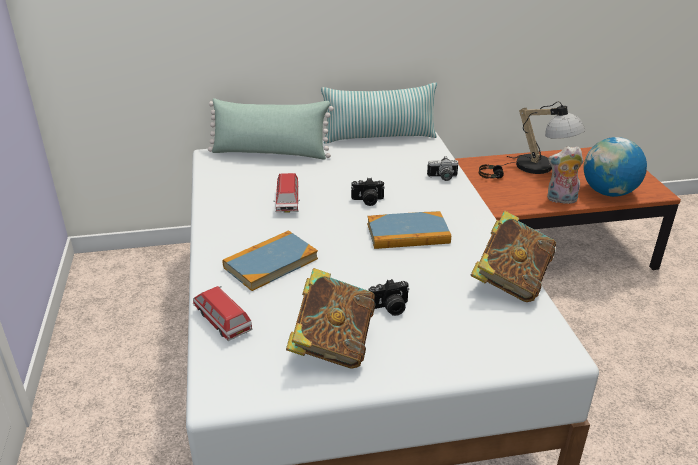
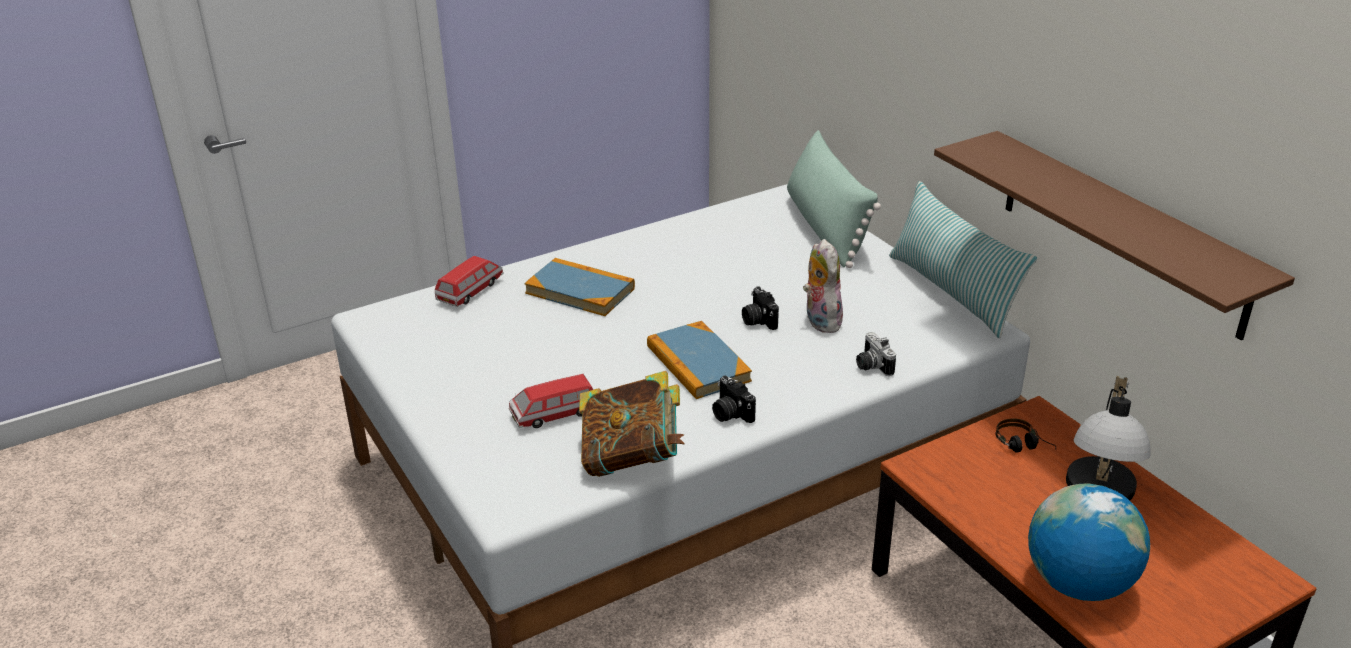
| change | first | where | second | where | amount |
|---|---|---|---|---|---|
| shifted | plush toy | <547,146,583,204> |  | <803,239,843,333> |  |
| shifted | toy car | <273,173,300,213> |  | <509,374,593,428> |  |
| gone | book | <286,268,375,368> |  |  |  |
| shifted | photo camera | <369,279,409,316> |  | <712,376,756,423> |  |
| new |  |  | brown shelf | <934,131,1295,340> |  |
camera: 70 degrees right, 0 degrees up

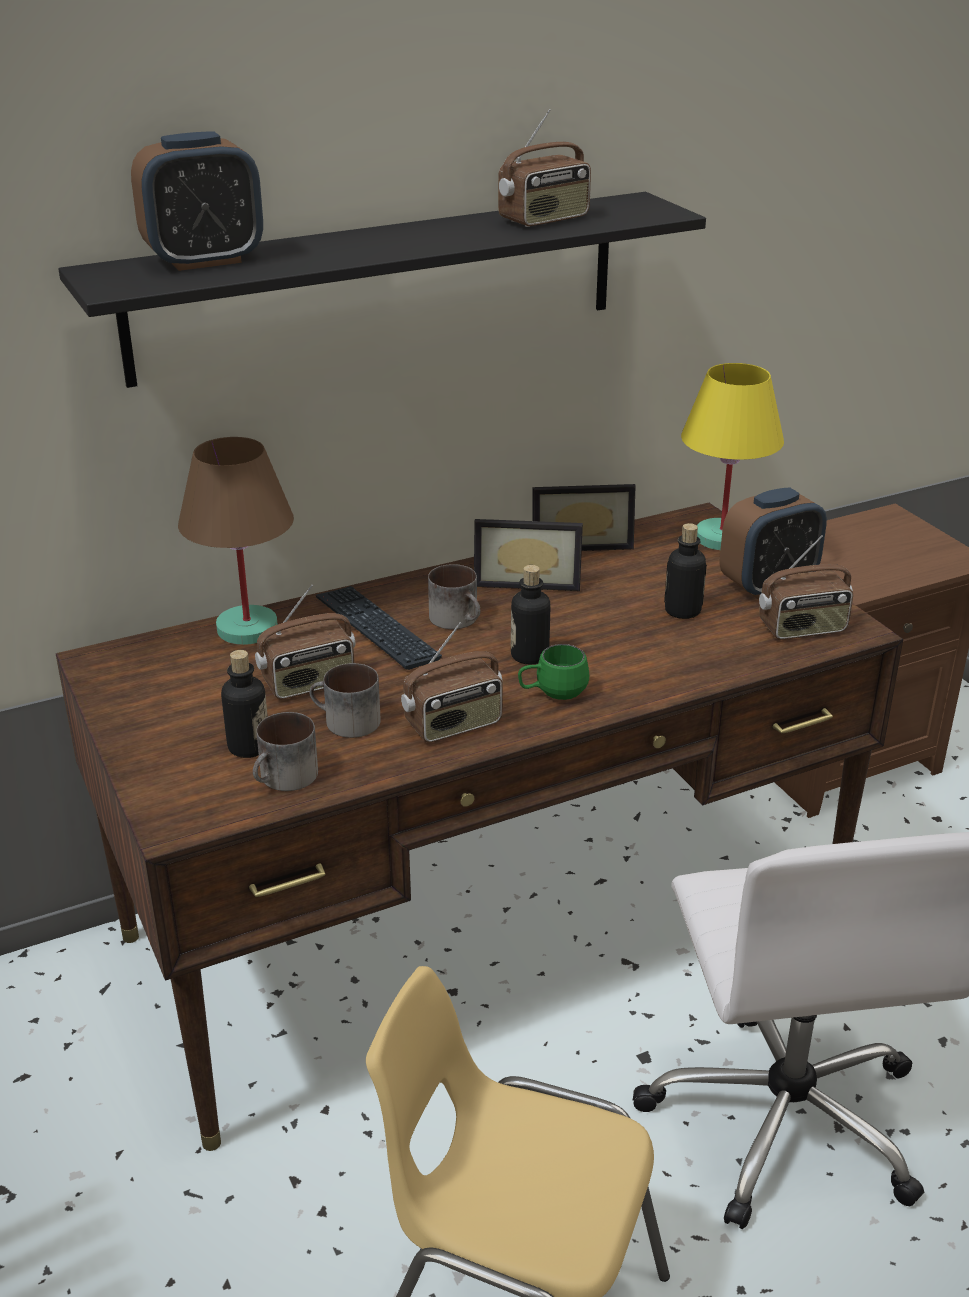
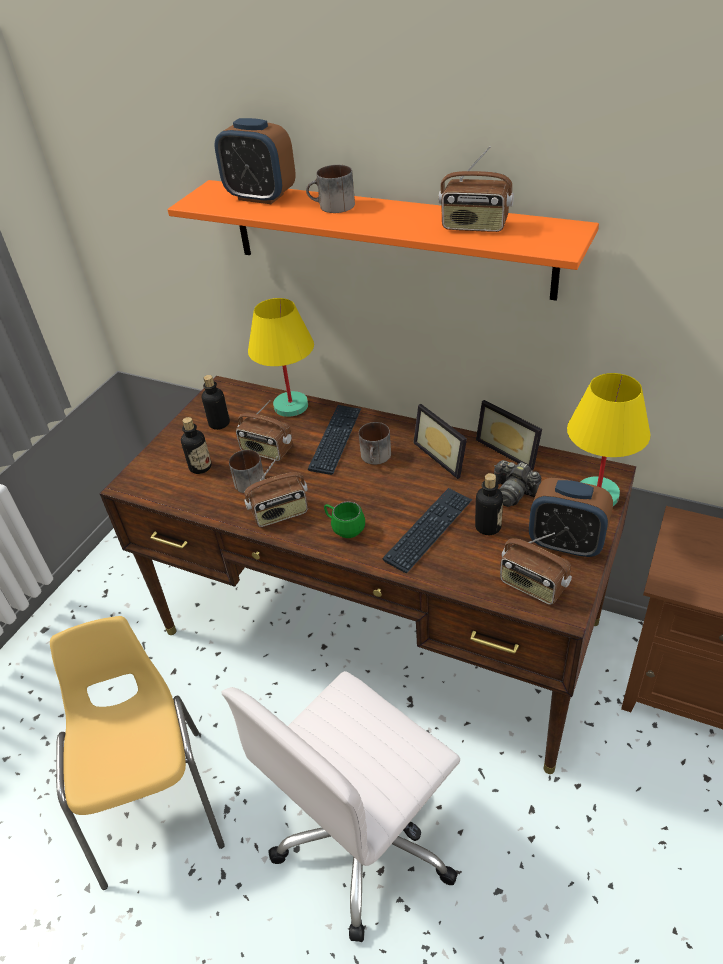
| change | first | where | second | where | amount |
|---|---|---|---|---|---|
| repainted | black shelf | <58,192,706,388> | orange shelf | <167,180,599,301> |  |
| repainted | brown table lamp | <178,437,294,645> | yellow table lamp | <248,298,314,417> |  |
| shifted | bottle | <511,565,551,665> |  | <202,375,230,430> |  |
| rotated | radio | <401,622,503,743> |  | <244,456,308,527> | 45 degrees counterclockwise |
| shifted | mug | <253,712,318,791> |  | <306,165,355,213> |  |
| new |  |  | photo camera | <494,460,541,507> |  |
| new |  |  | keyboard | <382,488,472,573> |  |
camera: 55 degrees right, 10 degrees up

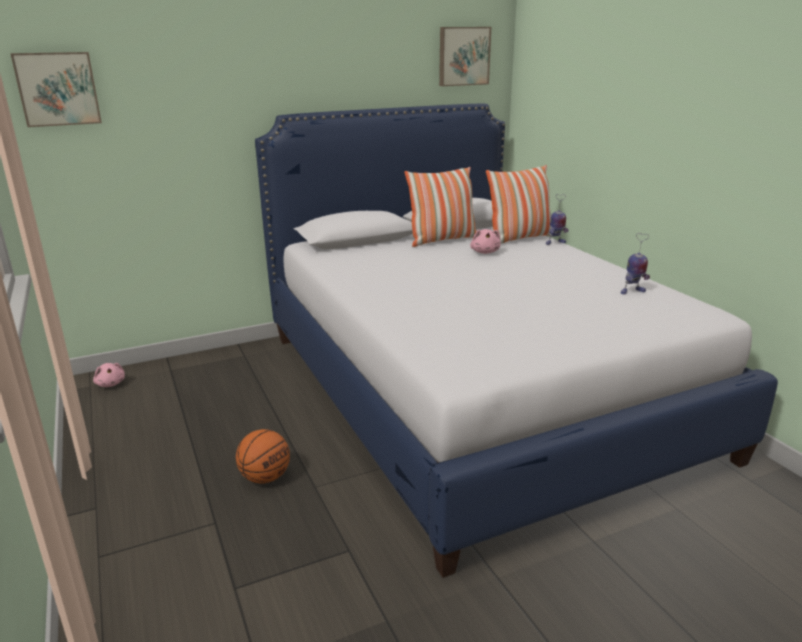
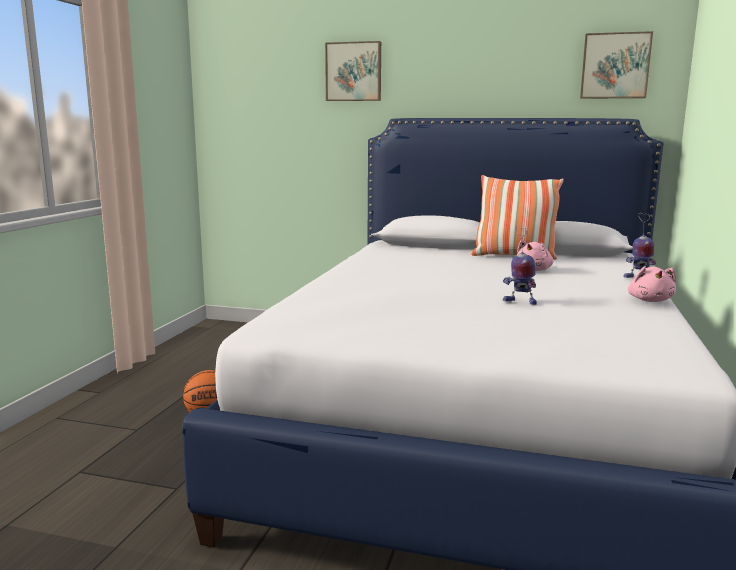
| change | first | where | second | where | amount |
|---|---|---|---|---|---|
| shifted | picture | <11,52,102,127> |  | <325,41,381,101> |  |
| gone | pillow | <486,165,551,244> |  |  |  |
| shifted | toy robot | <621,233,650,295> |  | <503,226,537,305> |  |
| shifted | pink plush toy | <93,363,125,387> |  | <628,266,676,302> |  |
camera: 40 degrees right, 10 degrees down

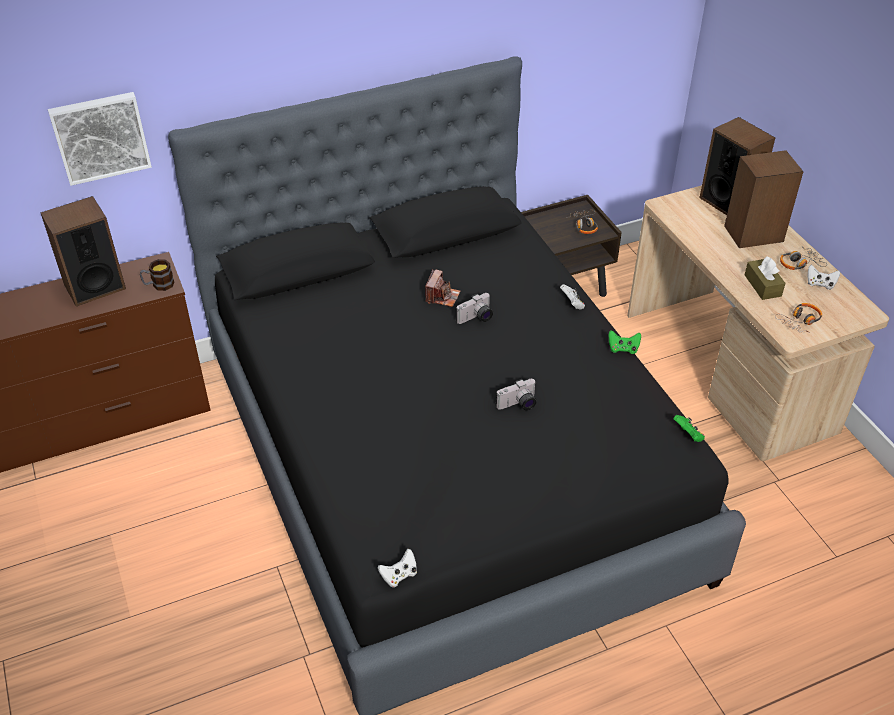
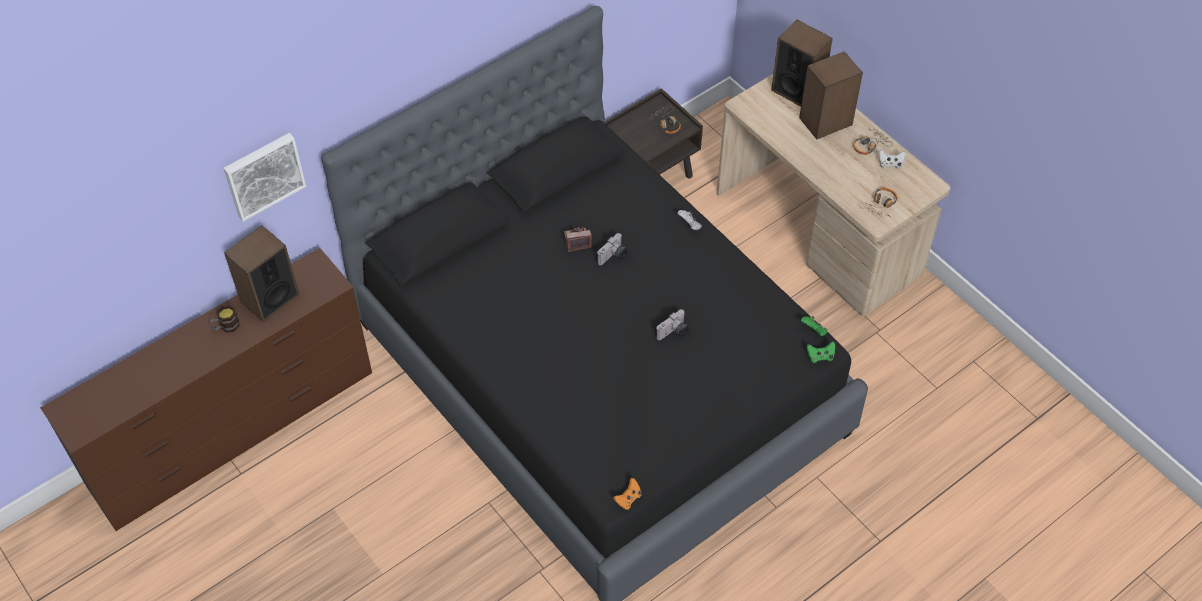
| change | first | where | second | where | amount |
|---|---|---|---|---|---|
| gone | brown tissue box | <745,256,785,300> |  |  |  |
| shifted | mug | <140,259,174,291> |  | <209,304,239,333> |  |
| rotated | photo camera | <425,269,461,307> |  | <564,226,592,252> | 105 degrees counterclockwise |
| shifted | green game controller | <608,331,641,354> |  | <807,341,835,363> |  |
| repainted | white game controller | <378,549,417,587> | orange game controller | <613,478,642,510> |  |
camera: 15 degrees left, 10 degrees up

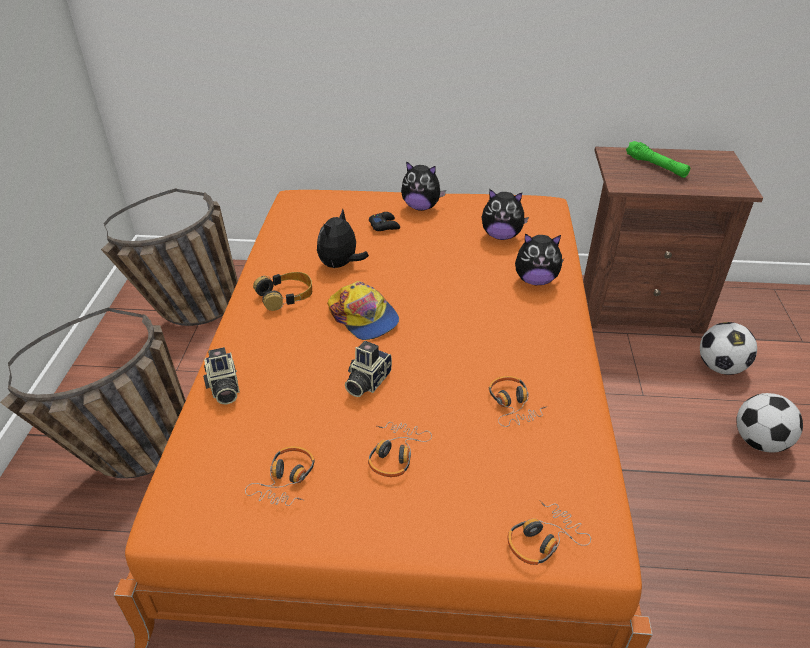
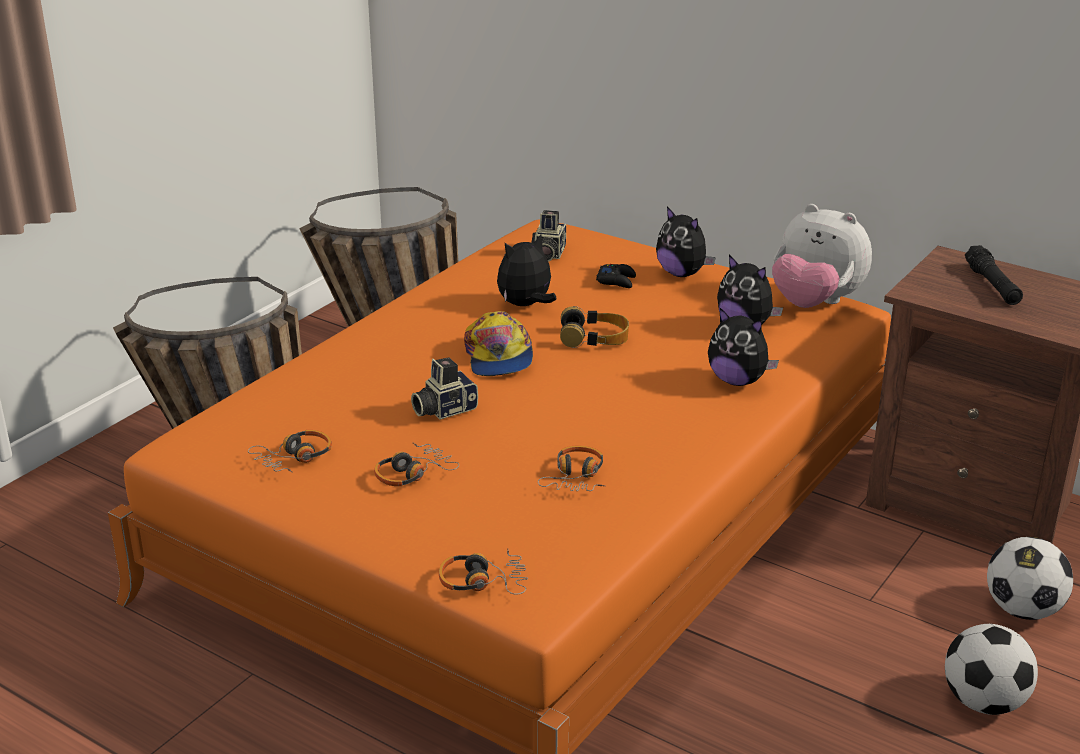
| change | first | where | second | where | amount |
|---|---|---|---|---|---|
| repainted | green flashlight | <626,141,690,178> | black flashlight | <965,245,1023,305> |  |
| shifted | headphones | <253,272,312,311> |  | <560,306,629,348> |  |
| shifted | photo camera | <203,347,240,405> |  | <531,210,566,262> |  |
| new |  |  | plush toy | <772,204,872,308> |  |
camera: 30 degrees right, 10 degrees down

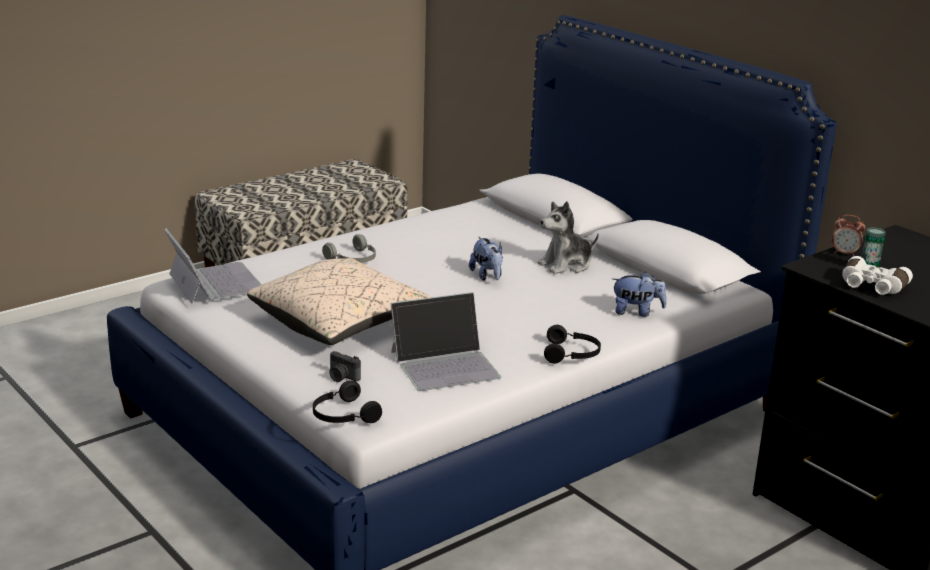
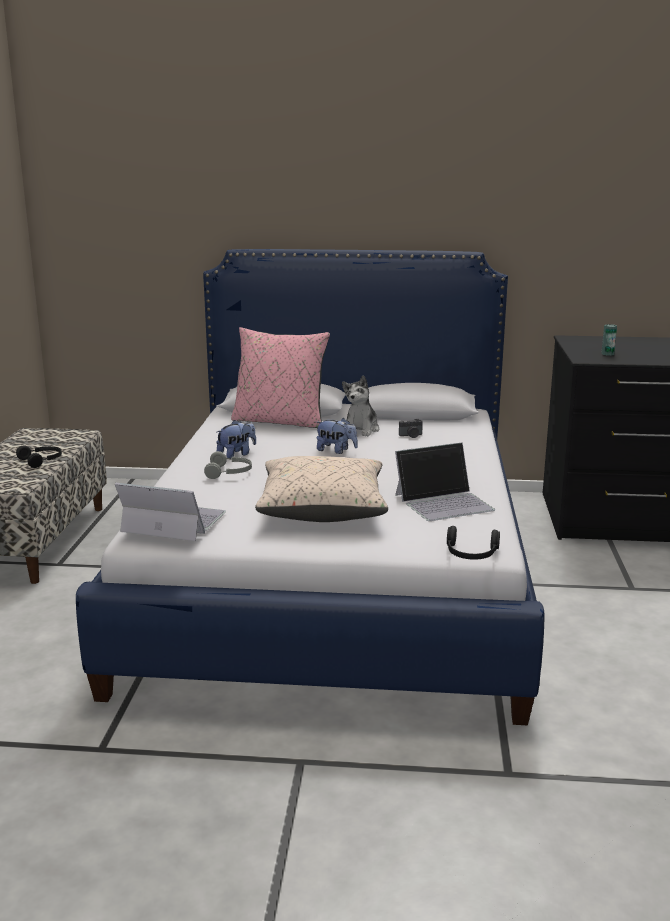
| change | first | where | second | where | amount |
|---|---|---|---|---|---|
| gone | alarm clock | <832,215,865,256> |  |  |  |
| gone | white binoculars | <842,256,913,295> |  |  |  |
| shifted | plush toy | <612,271,667,317> |  | <216,420,256,459> |  |
| rotated | laptop | <391,292,501,391> |  | <395,442,495,521> | 45 degrees clockwise |
| shifted | black headphones | <544,325,601,364> |  | <16,446,62,468> |  |
| shifted | photo camera | <329,351,361,382> |  | <399,419,423,438> |  |
| new |  |  | pink pillow | <231,327,330,428> |  |
camera: 45 degrees left, 5 degrees down

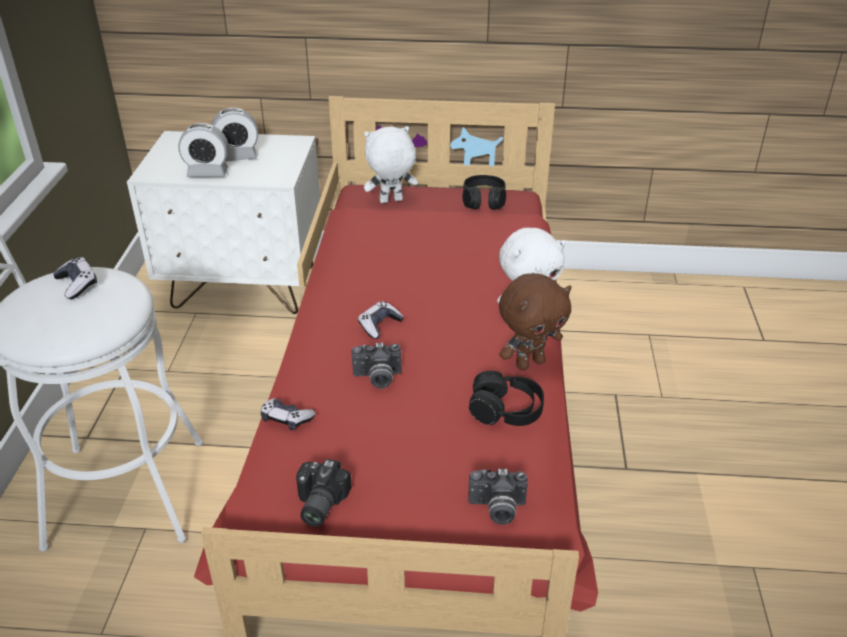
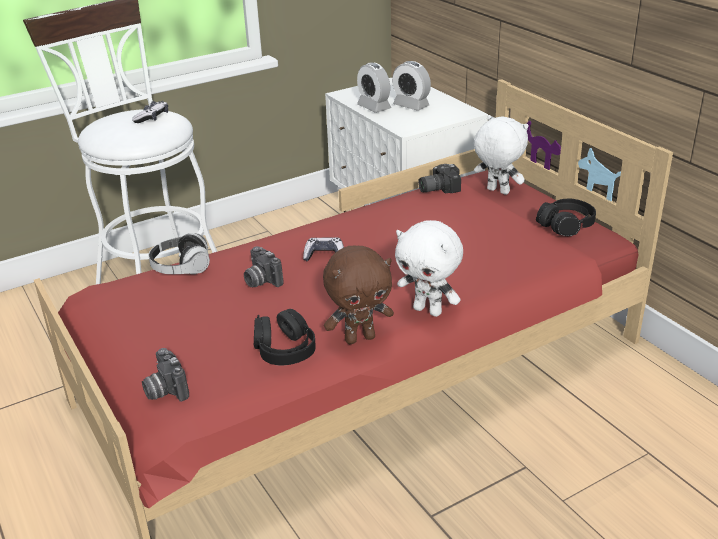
| change | first | where | second | where | amount |
|---|---|---|---|---|---|
| rotated | brown plush toy | <499,273,572,370> |  | <323,246,394,344> | 45 degrees counterclockwise |
| swapped | game controller | <261,398,316,431> | headphones | <148,233,210,274> |  |
| shifted | photo camera | <296,459,352,527> |  | <418,164,461,193> |  |
camera: 55 degrees right, 5 degrees down

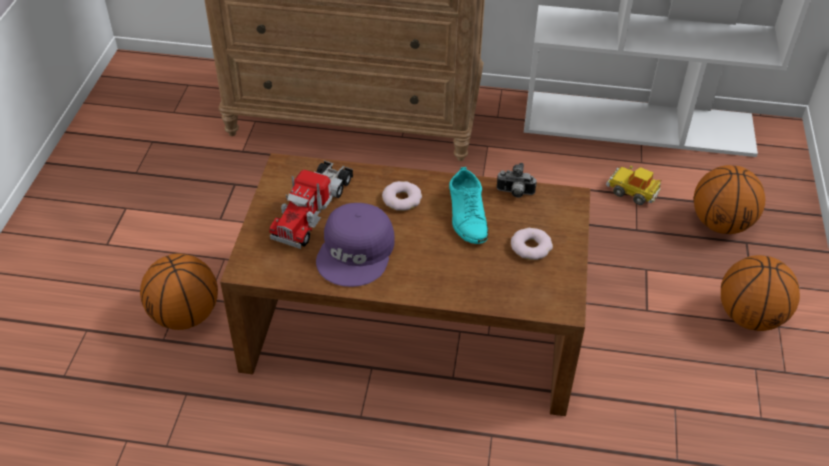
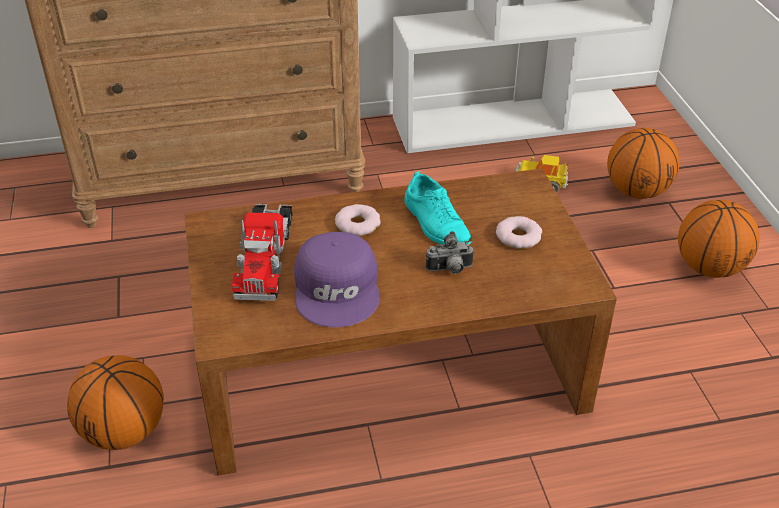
| change | first | where | second | where | amount |
|---|---|---|---|---|---|
| shifted | photo camera | <497,163,537,198> |  | <426,231,474,274> |  |
camera: 20 degrees left, 5 degrees down

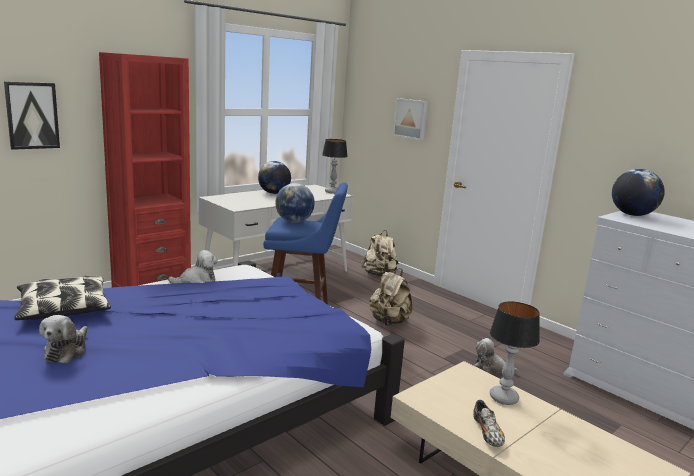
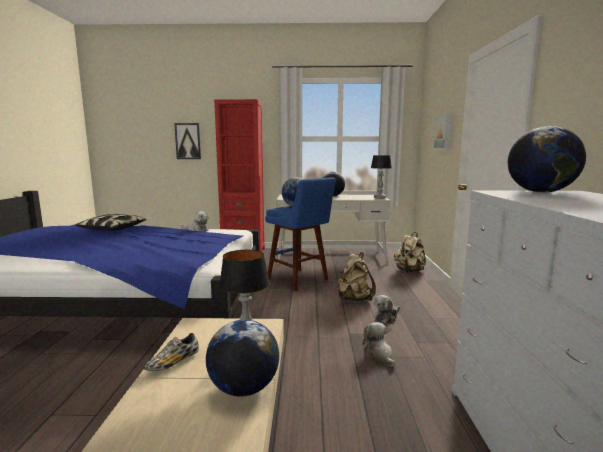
| change | first | where | second | where | amount |
|---|---|---|---|---|---|
| shifted | plush toy | <39,315,87,363> |  | <374,295,400,323> |  |
| new |  |  | globe | <206,319,279,397> |  |
camera: 45 degrees right, 5 degrees down

